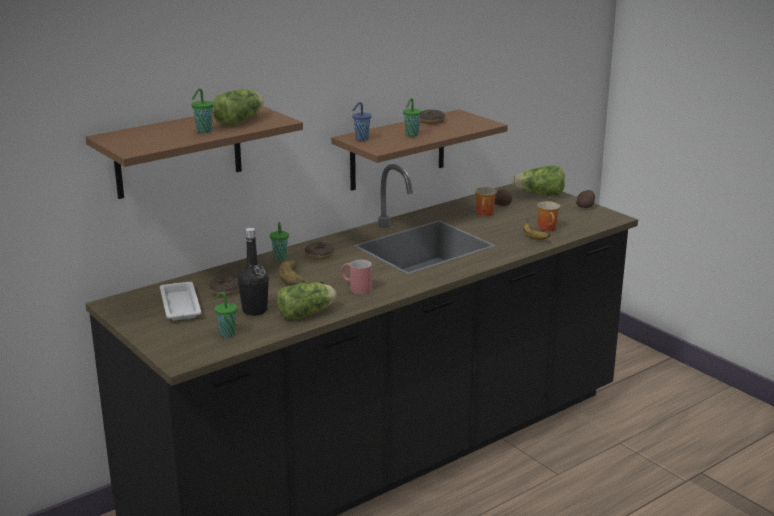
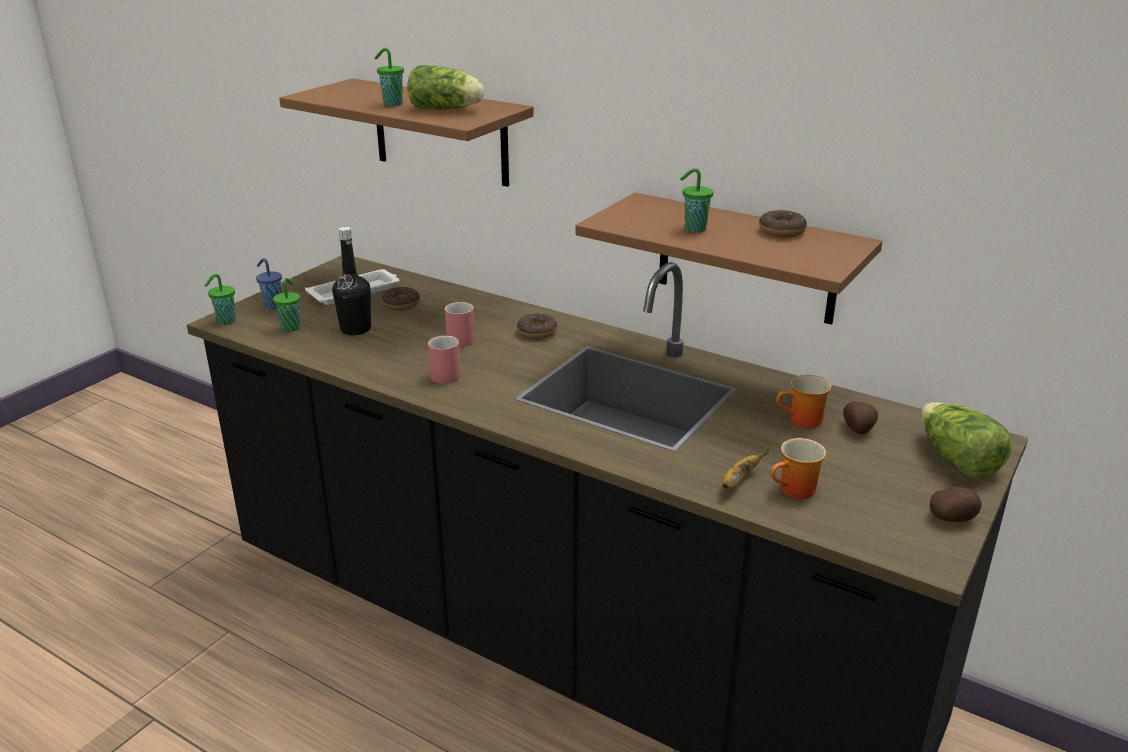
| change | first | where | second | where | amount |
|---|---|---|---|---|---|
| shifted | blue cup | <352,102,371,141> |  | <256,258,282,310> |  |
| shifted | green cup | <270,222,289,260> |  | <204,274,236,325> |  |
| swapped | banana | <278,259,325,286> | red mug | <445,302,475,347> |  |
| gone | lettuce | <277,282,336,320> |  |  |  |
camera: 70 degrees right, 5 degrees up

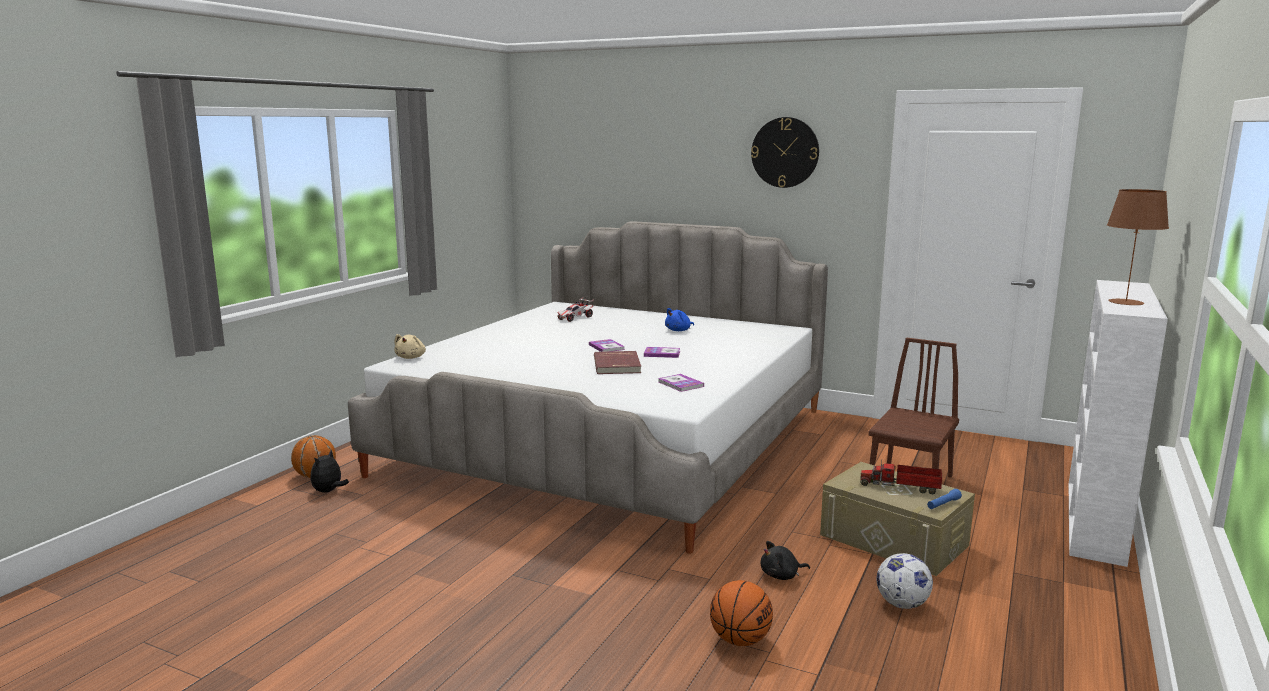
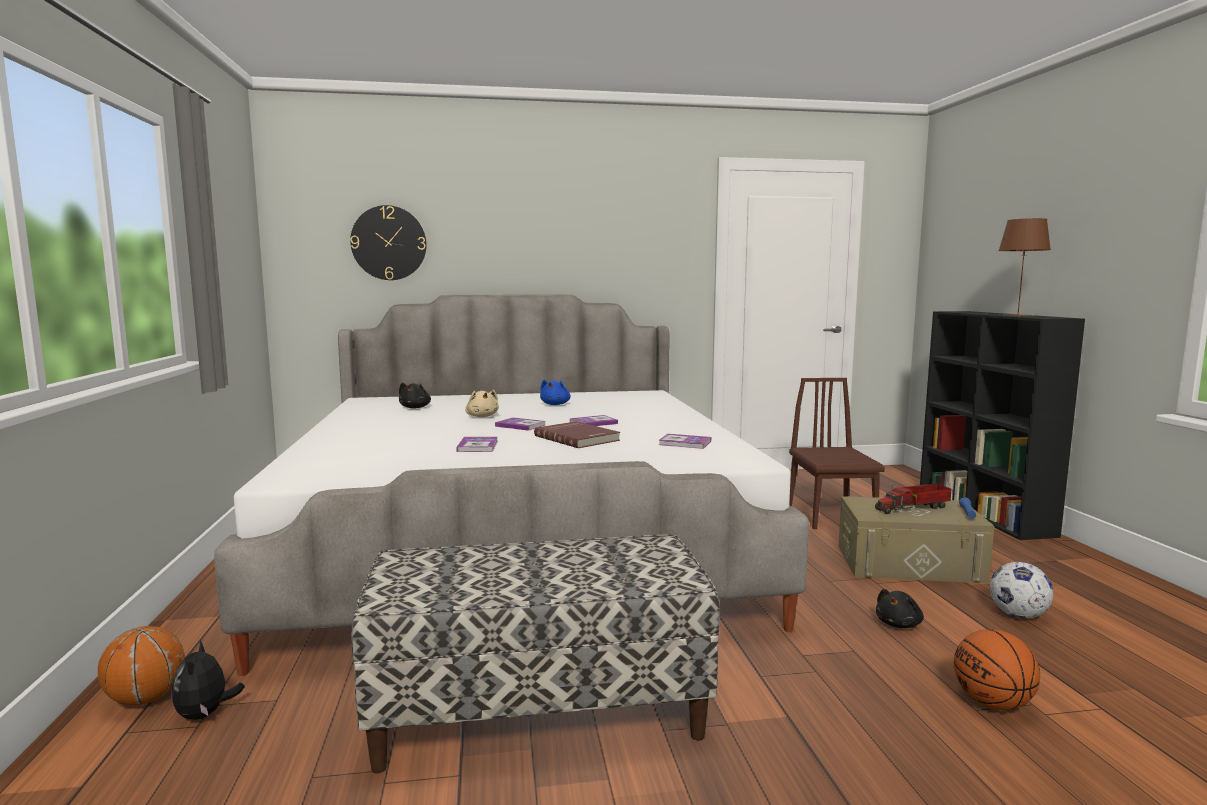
| change | first | where | second | where | amount |
|---|---|---|---|---|---|
| shifted | wall clock | <751,117,819,188> |  | <350,205,427,280> |  |
| repainted | white bookcase | <1069,280,1168,567> | black bookcase | <920,311,1085,540> |  |
| swapped | toy car | <557,297,594,322> | black plush toy | <399,383,431,408> |  |
| shifted | beige plush toy | <394,334,426,359> |  | <465,390,499,417> |  |
| new |  |  | book | <456,437,498,452> |  |
| new |  |  | bench | <351,534,720,773> |  |
camera: 35 degrees left, 5 degrees down

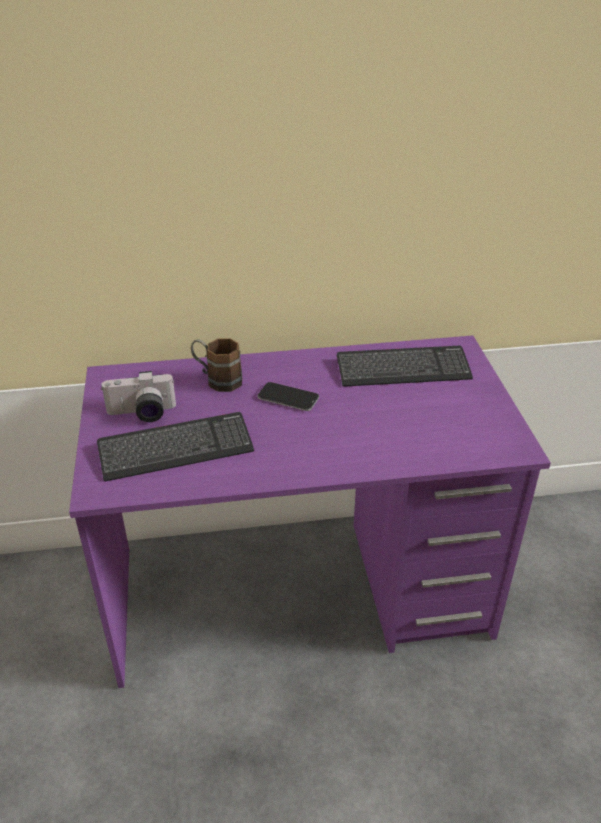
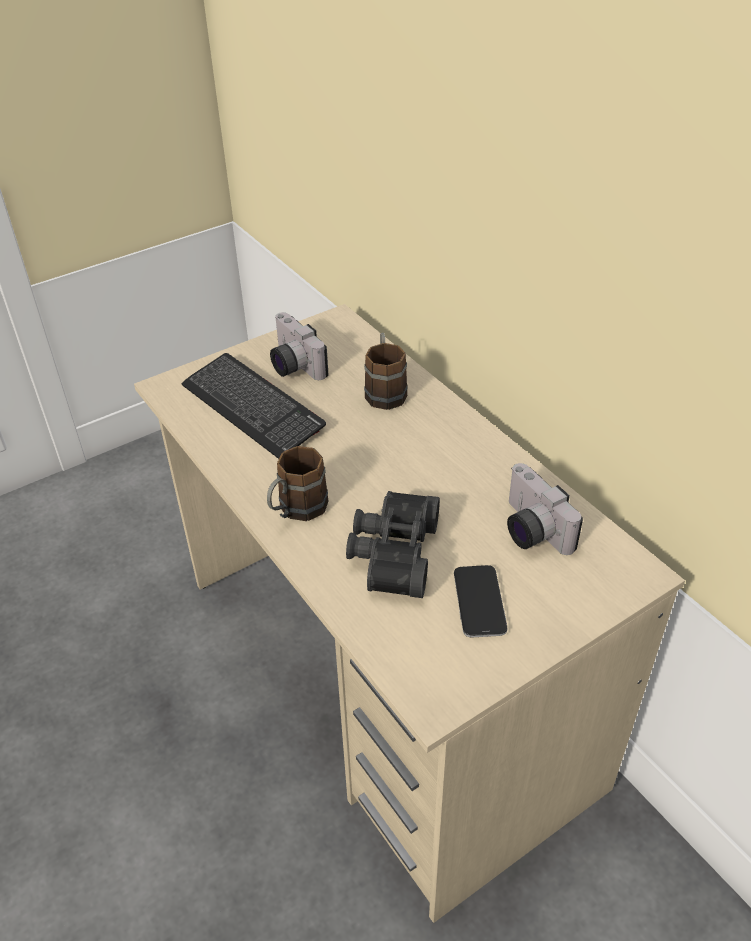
| change | first | where | second | where | amount |
|---|---|---|---|---|---|
| repainted | purple desk | <69,335,551,688> | beige desk | <134,304,685,923> |  |
| swapped | keyboard | <337,346,473,387> | photo camera | <507,463,583,555> |  |
| shifted | phone | <258,382,319,411> |  | <454,565,507,637> |  |
| new |  |  | brown mug | <267,446,328,521> |  |
| new |  |  | black binoculars | <346,491,440,598> |  |
camera: 65 degrees right, 5 degrees up

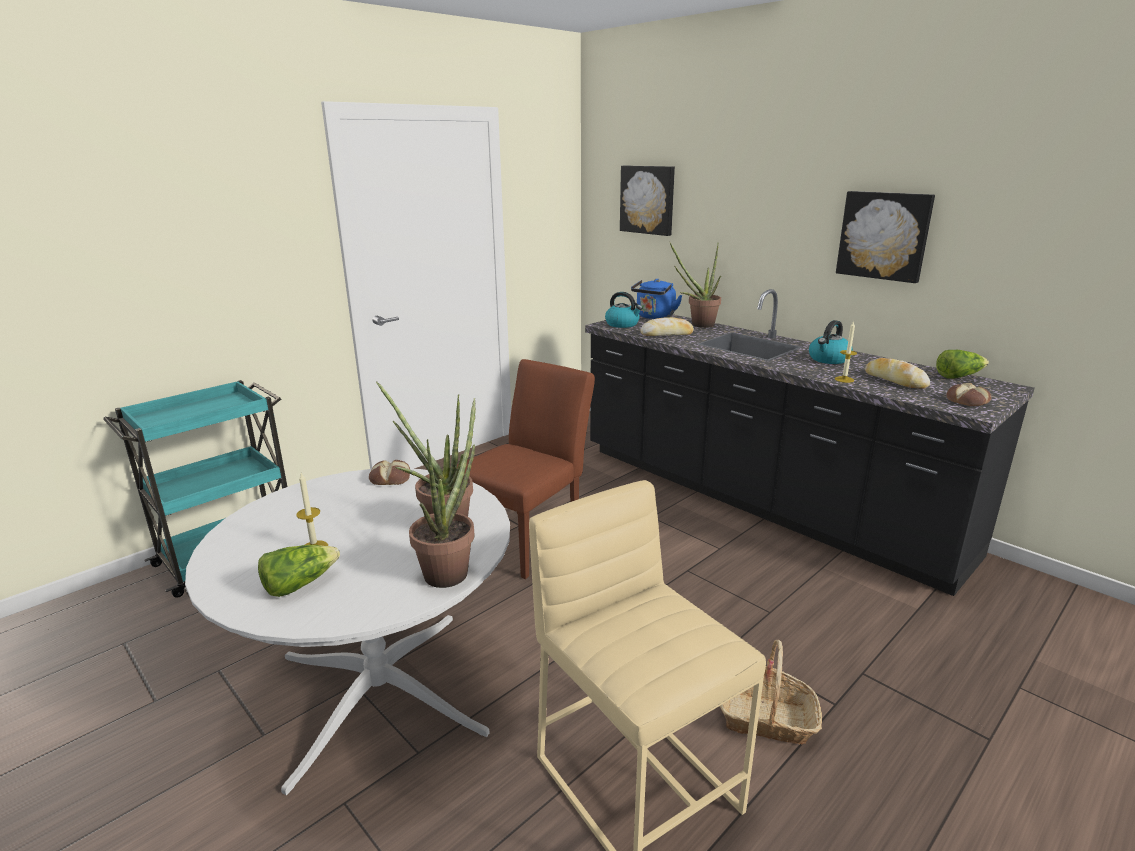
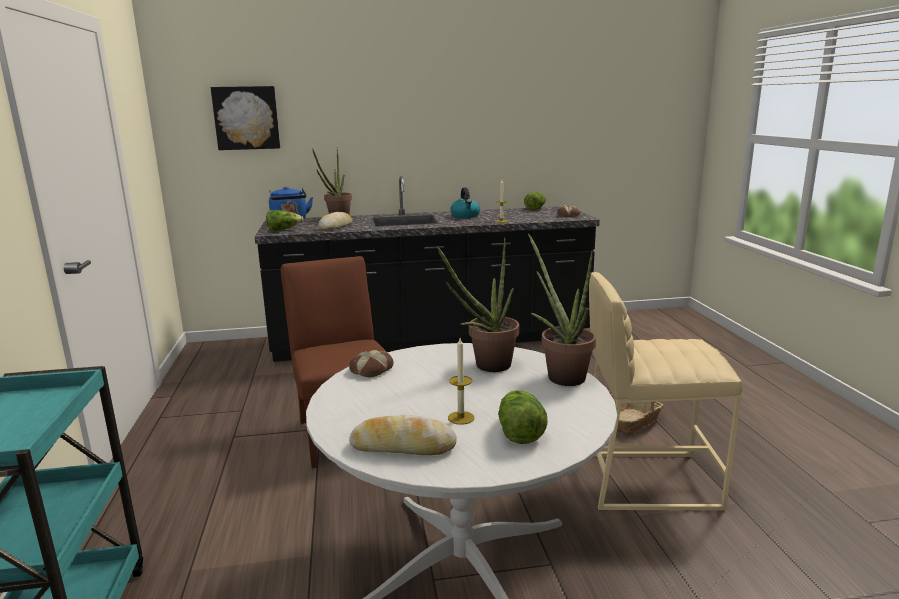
| change | first | where | second | where | amount |
|---|---|---|---|---|---|
| gone | picture | <836,191,935,283> |  |  |  |
| swapped | kettle | <605,292,643,328> | lettuce | <266,210,304,231> |  |
| shifted | bread | <865,358,930,389> |  | <349,415,457,455> |  |
camera: 55 degrees left, 5 degrees down

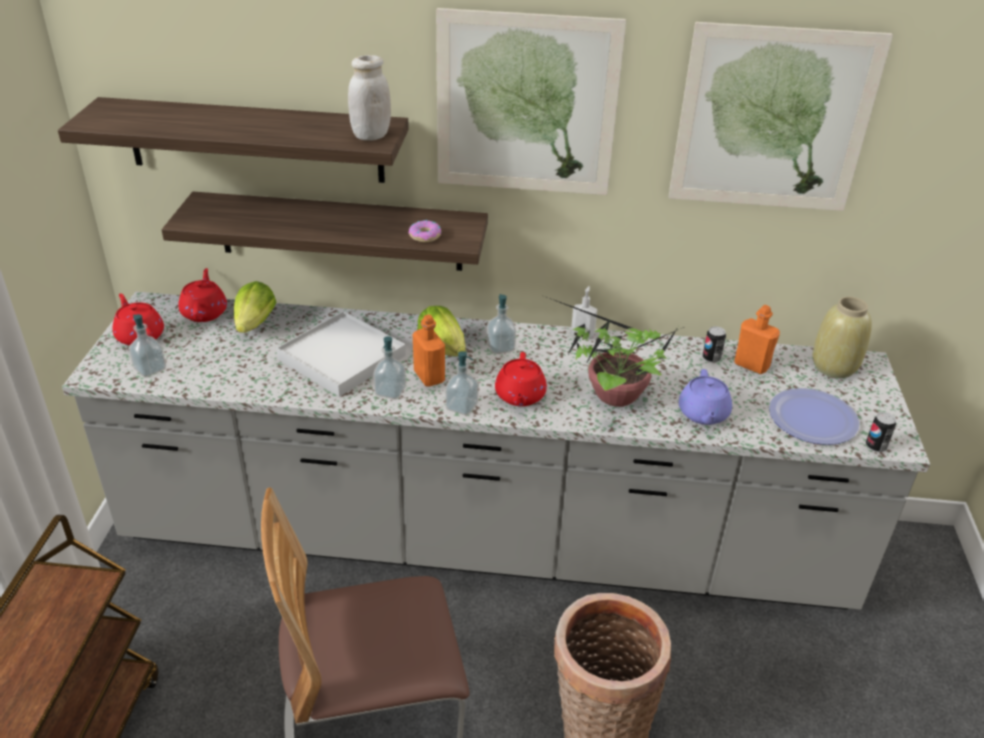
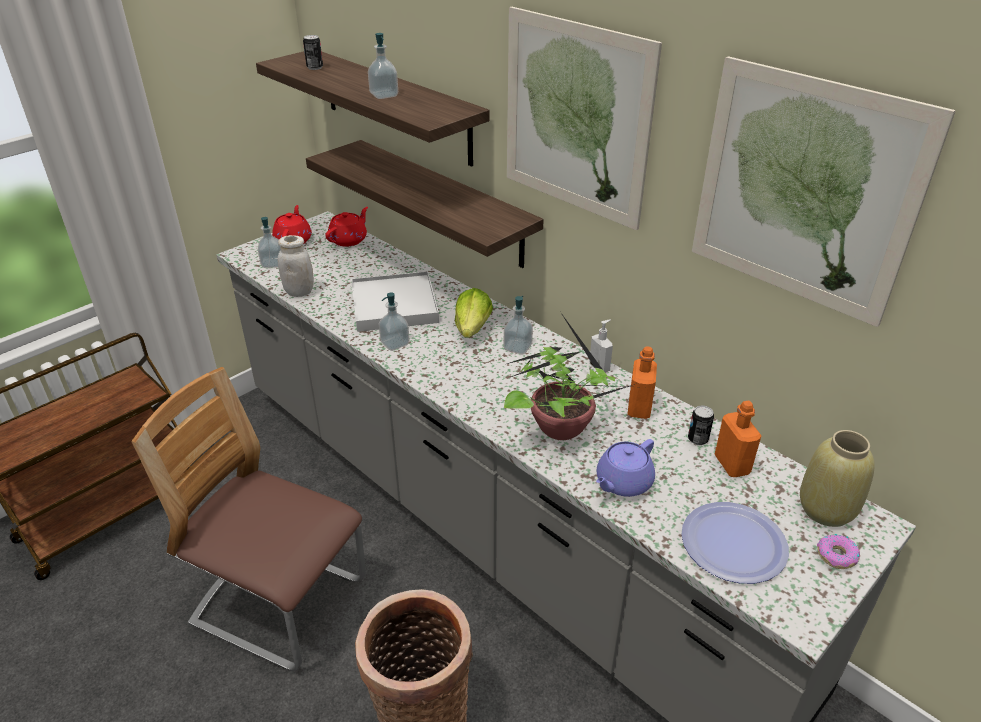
| change | first | where | second | where | amount |
|---|---|---|---|---|---|
| shifted | white jar | <348,55,391,141> |  | <278,235,314,297> |  |
| shifted | donut | <409,220,441,242> |  | <817,534,860,569> |  |
| gone | lettuce | <234,281,277,333> |  |  |  |
| shifted | orange bottle | <413,314,445,387> |  | <628,346,657,419> |  |
| shifted | soap dispenser | <445,351,479,415> |  | <368,33,398,99> |  |
| gone | red teapot | <495,352,547,406> |  |  |  |
| shifted | can | <866,412,896,452> |  | <303,35,323,70> |  |
camera: 40 degrees right, 0 degrees up

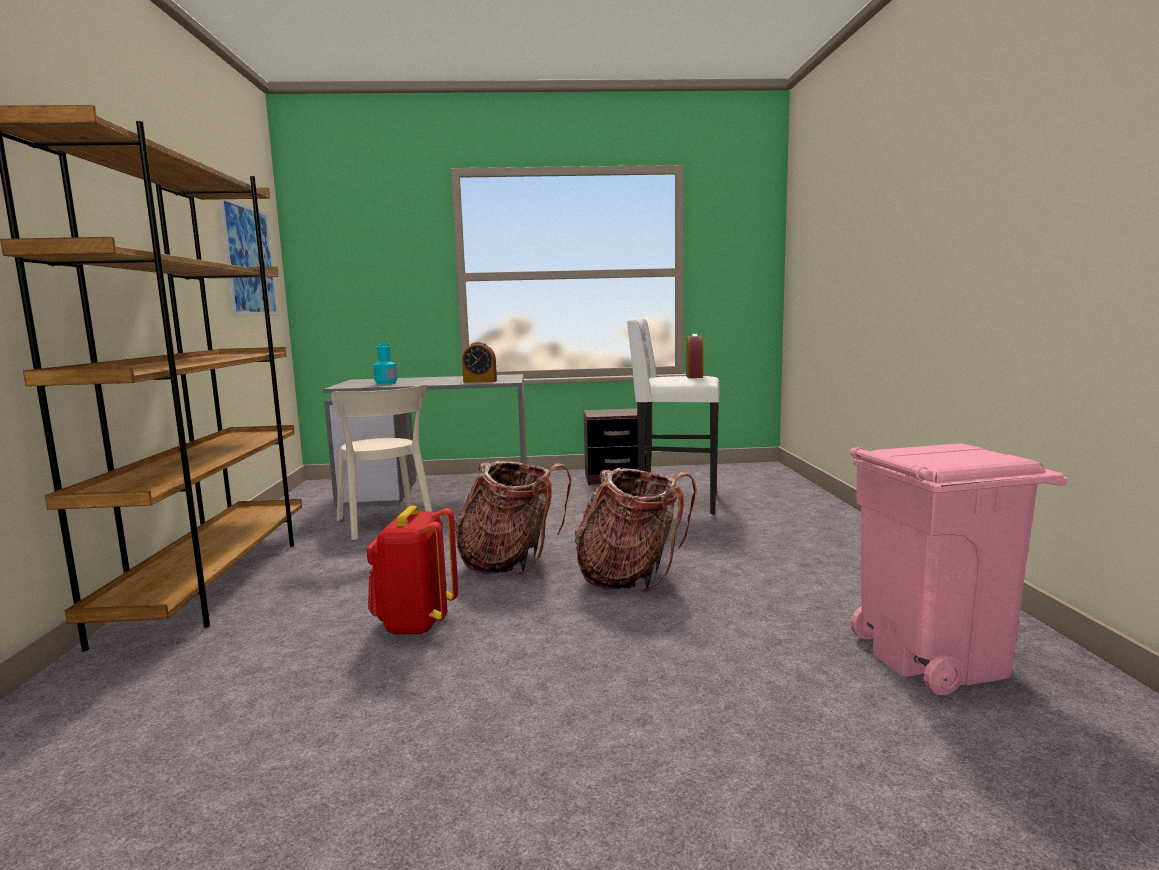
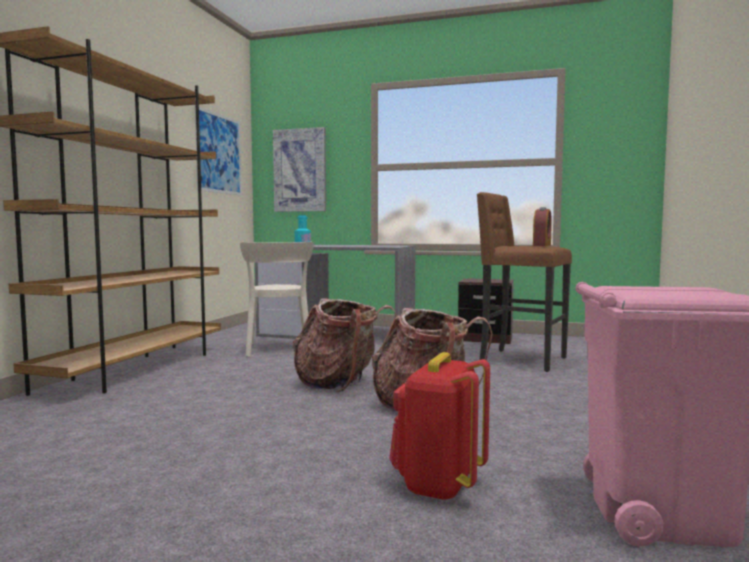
| change | first | where | second | where | amount |
|---|---|---|---|---|---|
| repainted | white stool | <627,318,720,515> | brown stool | <477,192,572,372> |  |
| gone | alarm clock | <462,342,497,383> |  |  |  |
| shifted | red backpack | <366,506,458,635> |  | <389,352,490,501> |  |
| new |  |  | picture | <273,127,326,212> |  |
camera: 20 degrees right, 5 degrees down

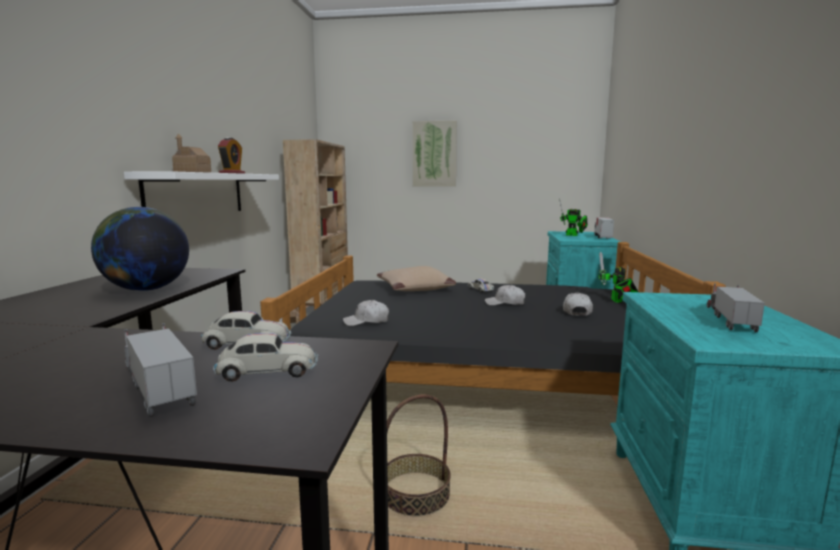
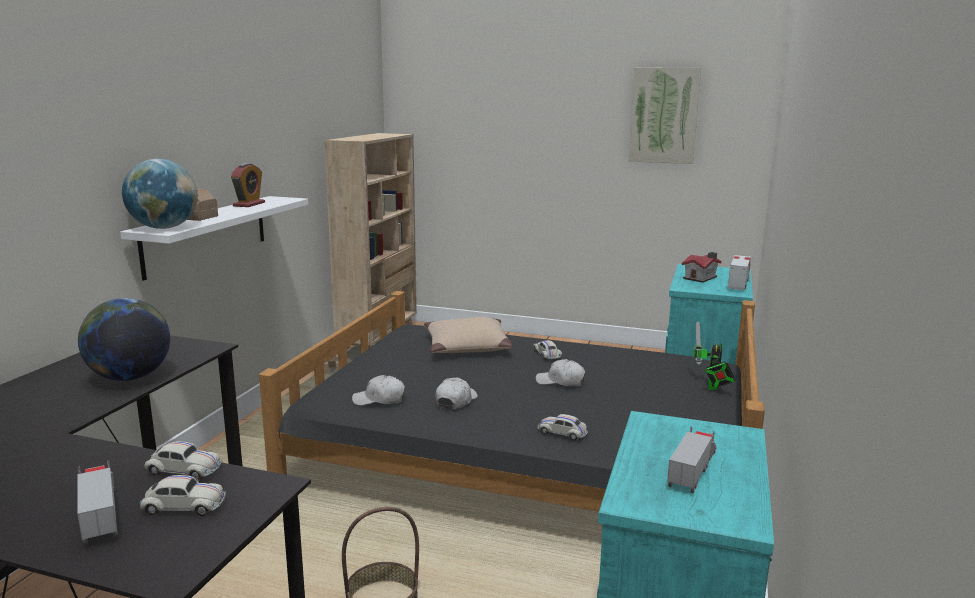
| change | first | where | second | where | amount |
|---|---|---|---|---|---|
| shifted | picture | <413,121,457,187> |  | <629,67,701,164> |  |
| swapped | toy robot | <559,199,588,236> | toy house | <682,252,721,283> |  |
| shifted | white cap | <563,293,593,316> |  | <435,378,478,409> |  |
| new |  |  | globe | <122,159,198,229> |  |
| new |  |  | white toy car | <538,414,588,441> |  |
camera: 10 degrees right, 5 degrees up

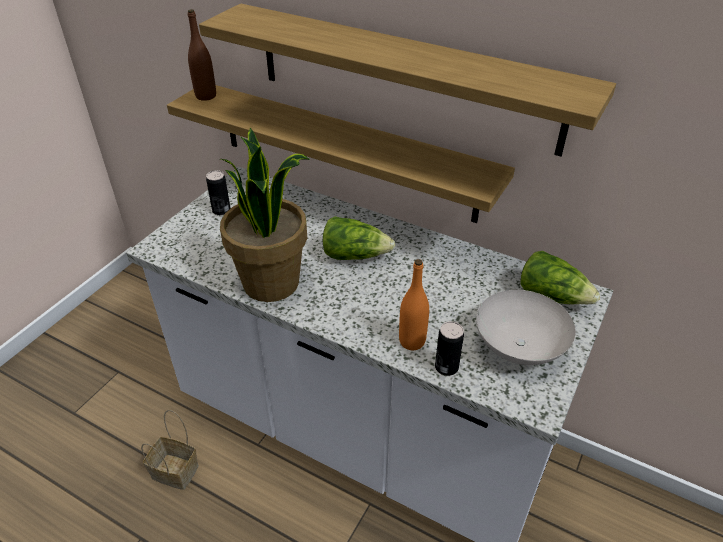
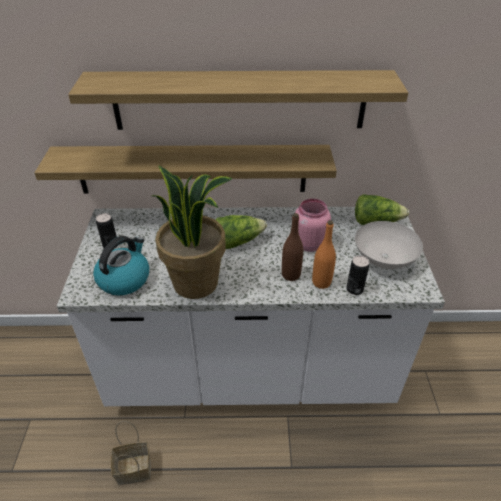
| change | first | where | second | where | amount |
|---|---|---|---|---|---|
| shifted | brown bottle | <188,9,216,101> |  | <282,213,303,281> |  |
| new |  |  | pink jar | <295,199,331,252> |  |
| new |  |  | kettle | <93,236,149,296> |  |
camera: 30 degrees left, 0 degrees up

